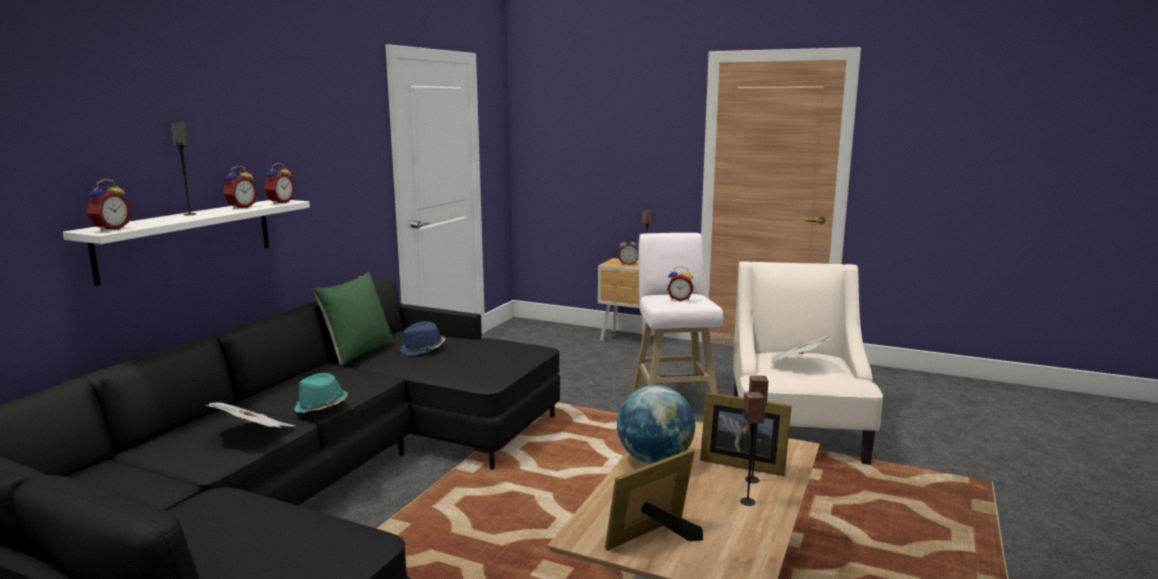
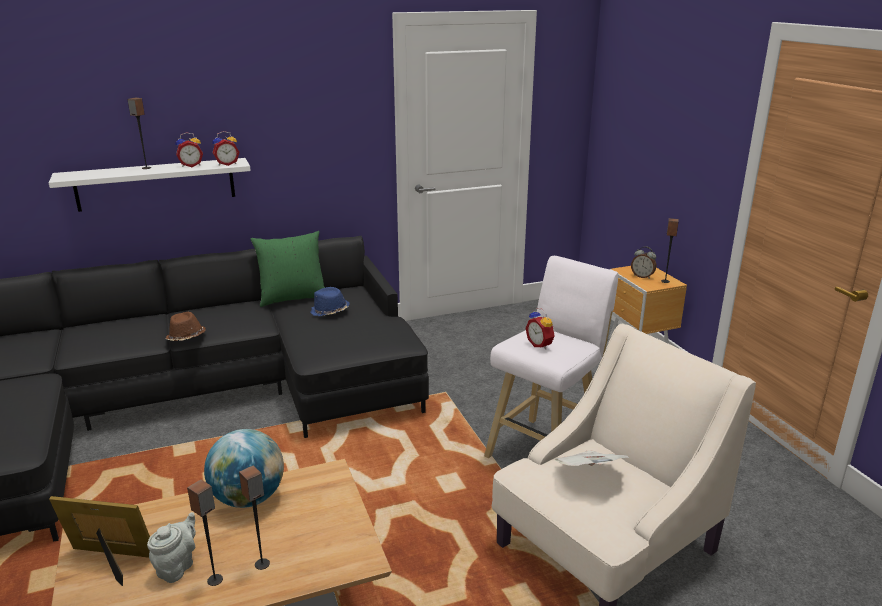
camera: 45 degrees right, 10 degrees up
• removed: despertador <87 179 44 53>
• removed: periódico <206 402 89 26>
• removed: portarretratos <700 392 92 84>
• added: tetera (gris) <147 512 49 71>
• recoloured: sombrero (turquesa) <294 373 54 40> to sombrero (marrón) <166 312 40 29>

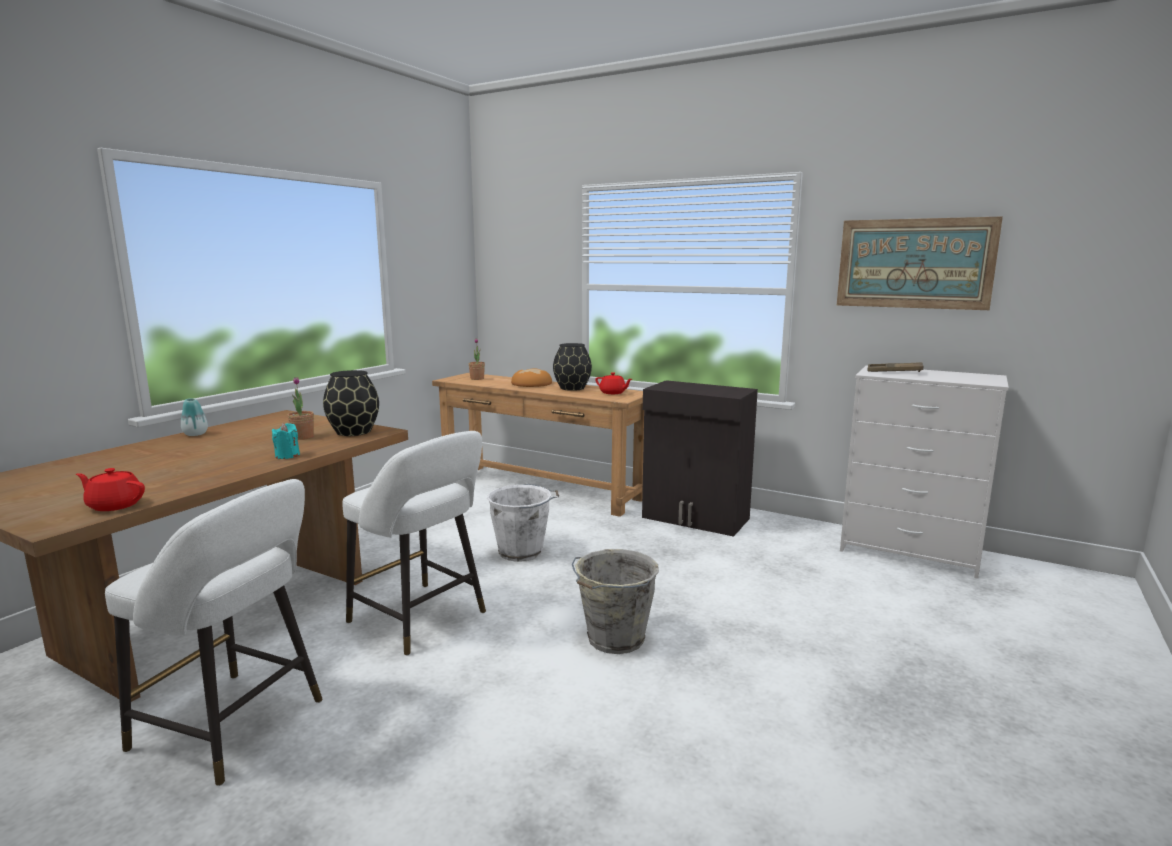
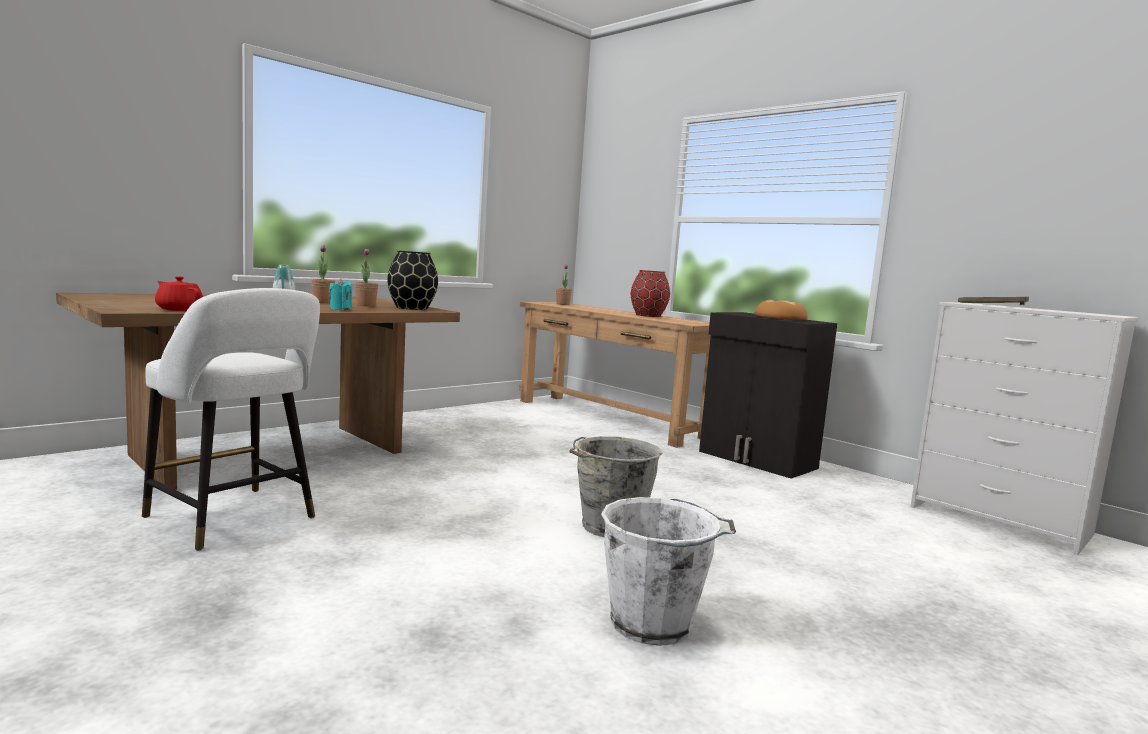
camera: 15 degrees right, 5 degrees down
• removed: taburete (blanco) <342 431 144 225>
• removed: tetera (rojo) <595 372 37 22>
• removed: cuadro <837 216 166 94>
• added: planta en maceta <311 245 24 58>
• moved: cubo (blanco) <487 484 72 78> to <601 497 135 149>
• moved: pan <511 368 41 19> to <755 300 52 20>
• recoloured: florero (negro) <553 343 39 48> to florero (rojo) <631 270 39 47>

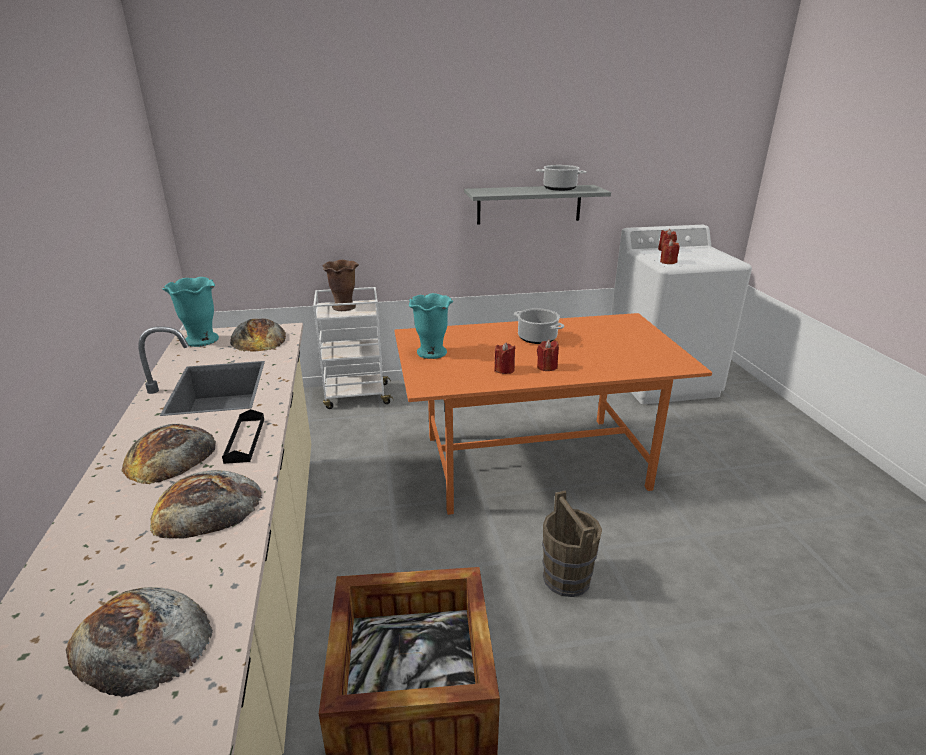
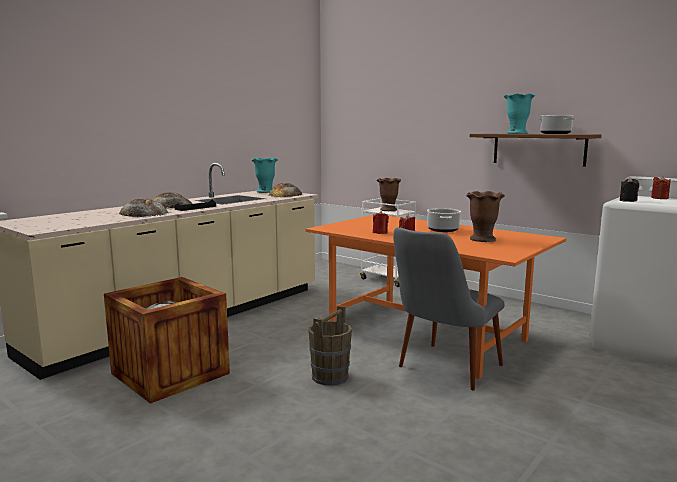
camera: 50 degrees right, 15 degrees down
• removed: pan <66 587 147 110>
• added: silla (gris) <393 227 112 163>
• added: florero (marrón) <466 191 39 51>
• moved: florero (turquesa) <409 293 44 66> to <504 93 31 41>
• recoloured: estante (gris) <464 185 147 40> to estante (marrón) <470 134 132 33>
• recoloured: vela (rojo) <660 239 20 25> to vela (negro) <620 178 19 24>

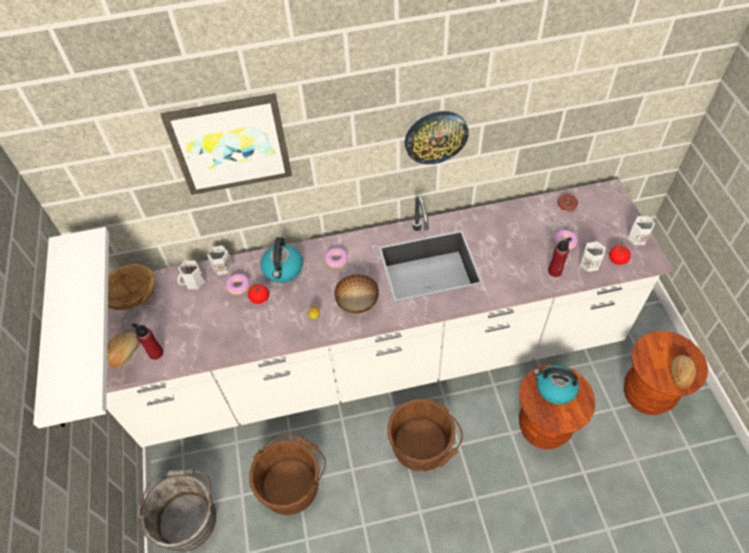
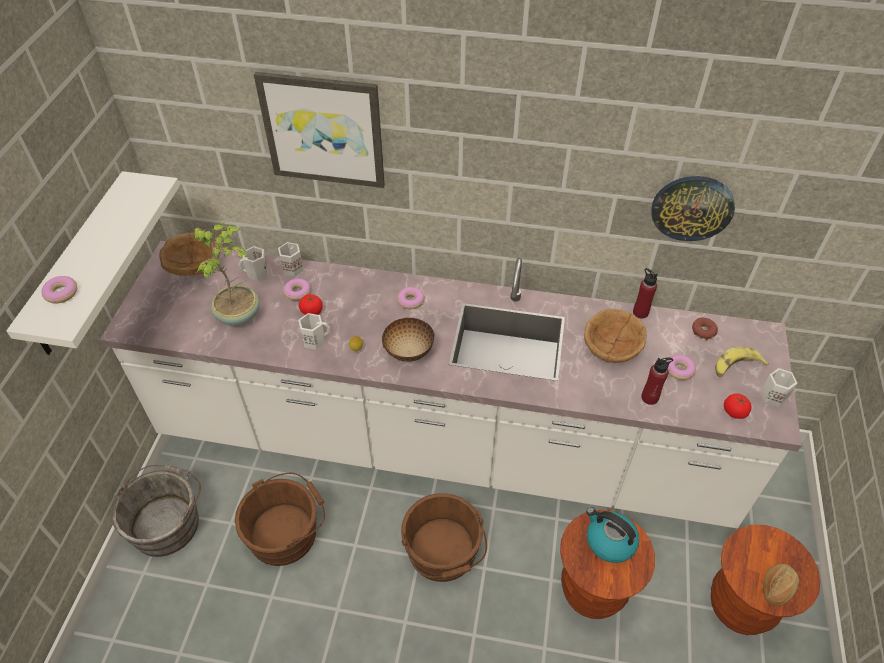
camera: 20 degrees right, 5 degrees down
• removed: pan <107 332 33 37>
• removed: hervidor <261 237 42 46>
• added: rosquilla <42 276 35 27>
• added: planta en maceta <194 222 66 104>
• added: cuenco (marrón) <584 309 63 54>
• added: plátano <715 347 54 30>
• moved: botella (rojo) <132 323 31 37> to <633 268 25 51>
• moved: reloj de pared <405 111 64 53> to <651 176 84 65>
• moved: taza grande (blanco) <580 241 26 31> to <298 313 32 37>

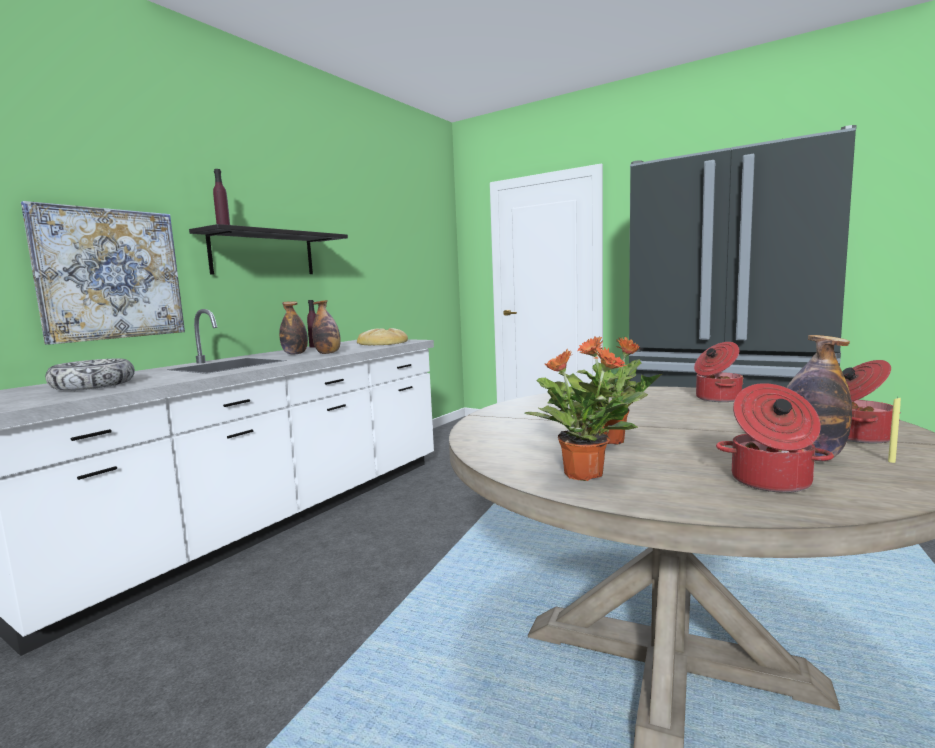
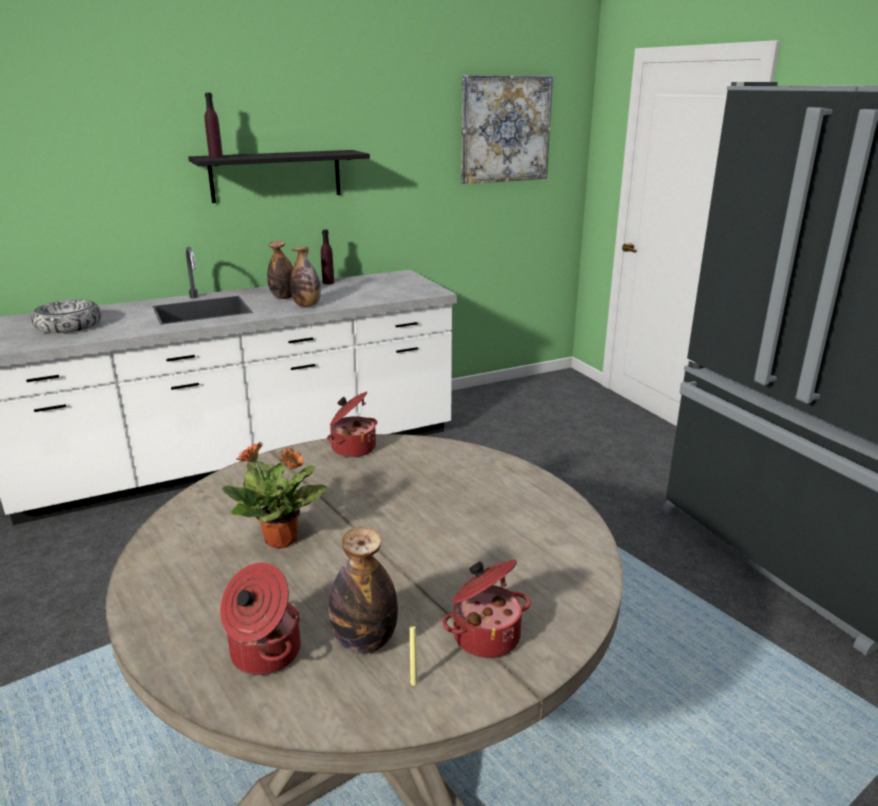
camera: 30 degrees right, 15 degrees up
• removed: pan <357 328 51 17>
• removed: planta en maceta <524 347 118 134>
• moved: cuadro <21 201 164 144> to <461 75 92 109>
• moved: olla <694 342 50 60> to <327 392 51 65>

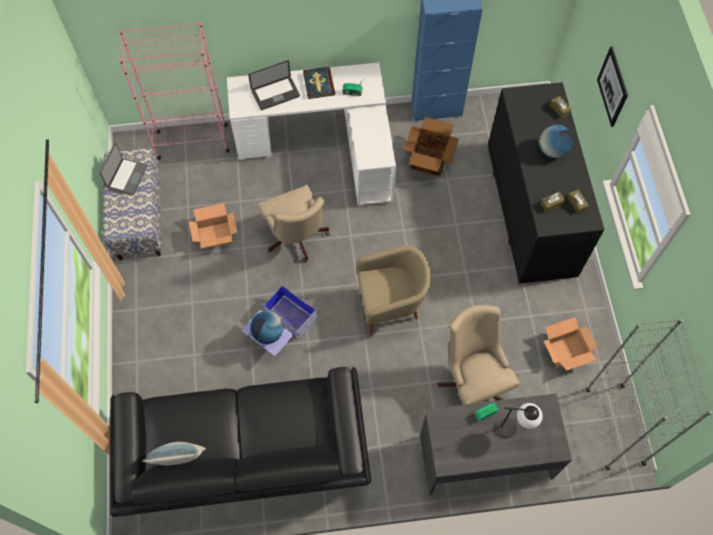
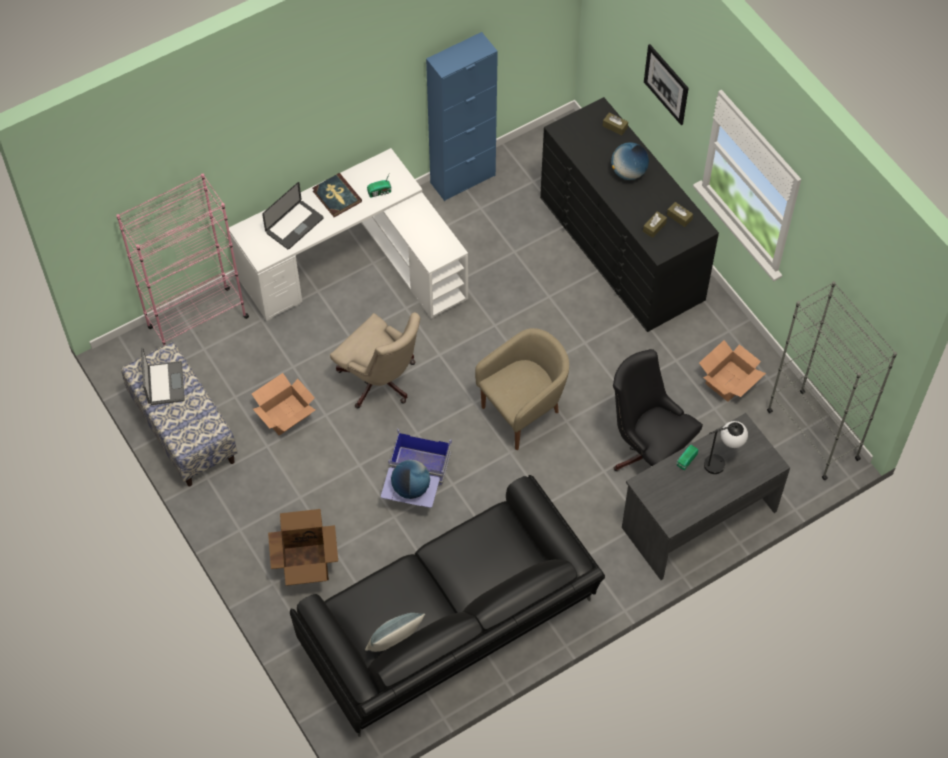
camera: 25 degrees left, 5 degrees down
• moved: caja de cartón <403 117 56 60> to <268 509 70 77>
• recoloured: silla de oficina (beis) <437 305 83 100> to silla de oficina (negro) <613 349 90 122>

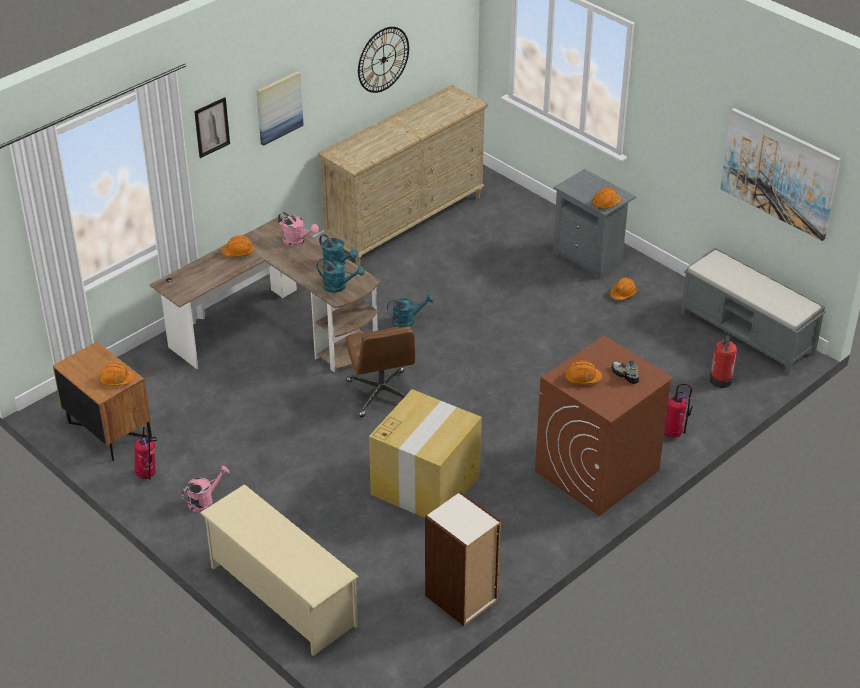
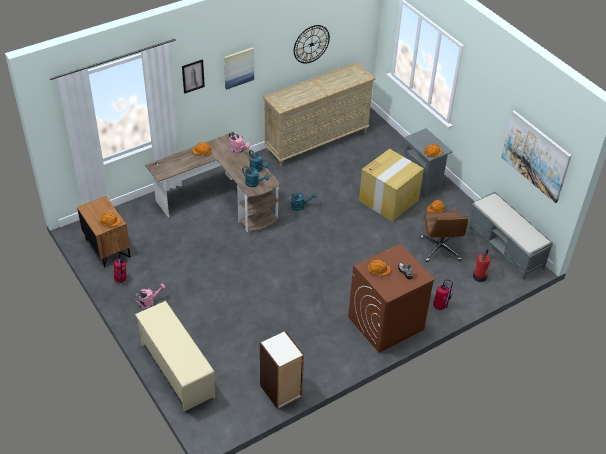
camera: 10 degrees right, 5 degrees up
• moved: silla de oficina (marrón) <345 326 70 91> to <420 211 48 51>
• moved: caja de cartón <369 389 113 129> to <359 149 65 73>

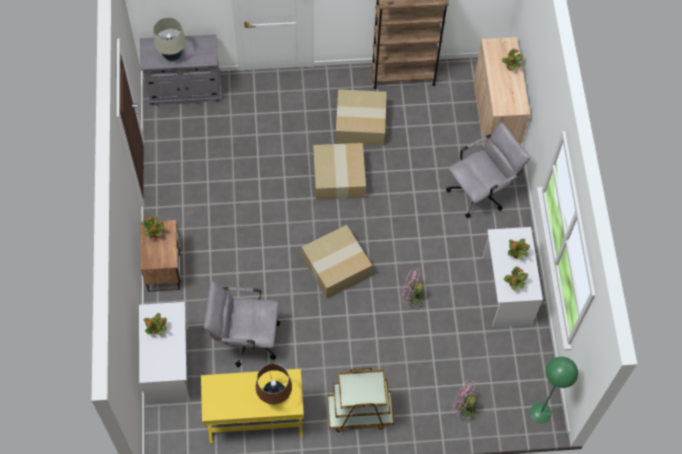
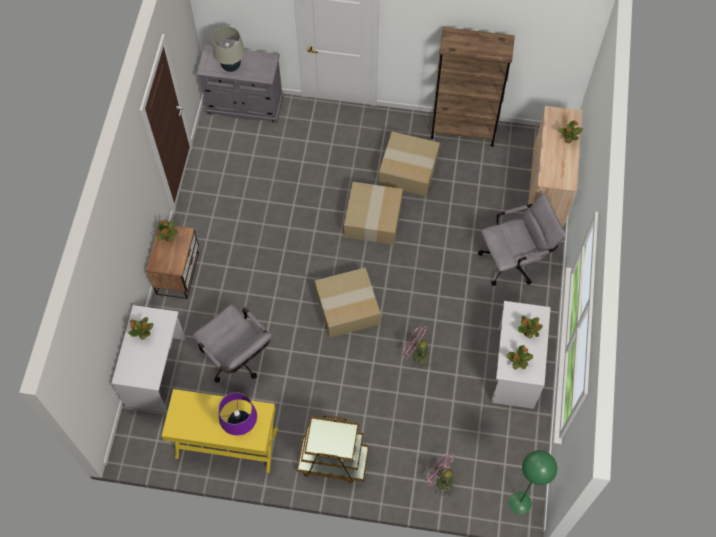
camera: 15 degrees right, 0 degrees up
• recoloured: lámpara de mesa (marrón) <256 363 36 41> to lámpara de mesa (morado) <218 392 39 43>
• turned: silla de oficina (gris) <204 281 76 86> = <193 305 79 78> 150 degrees counterclockwise

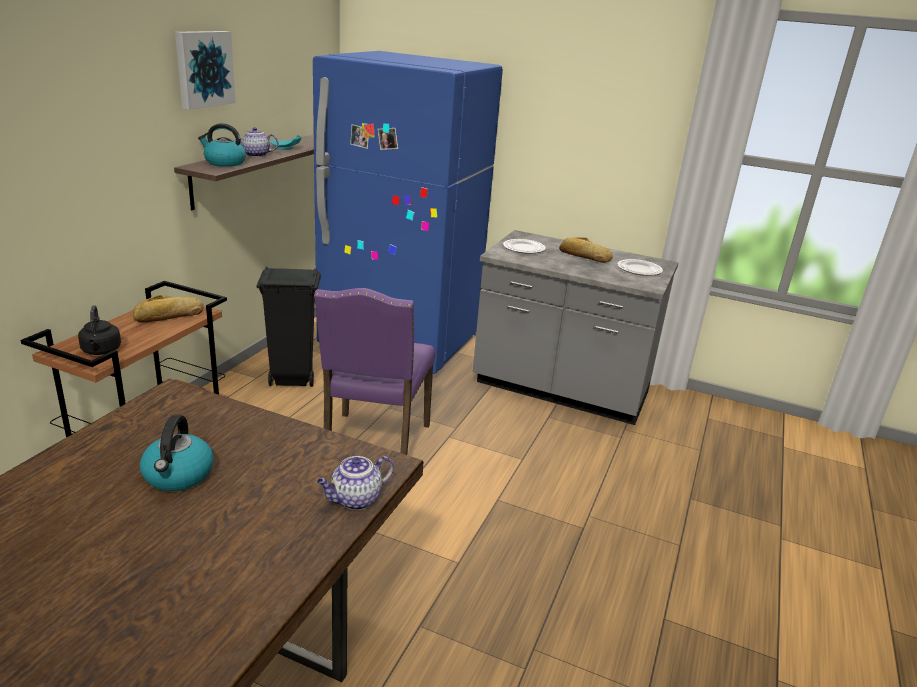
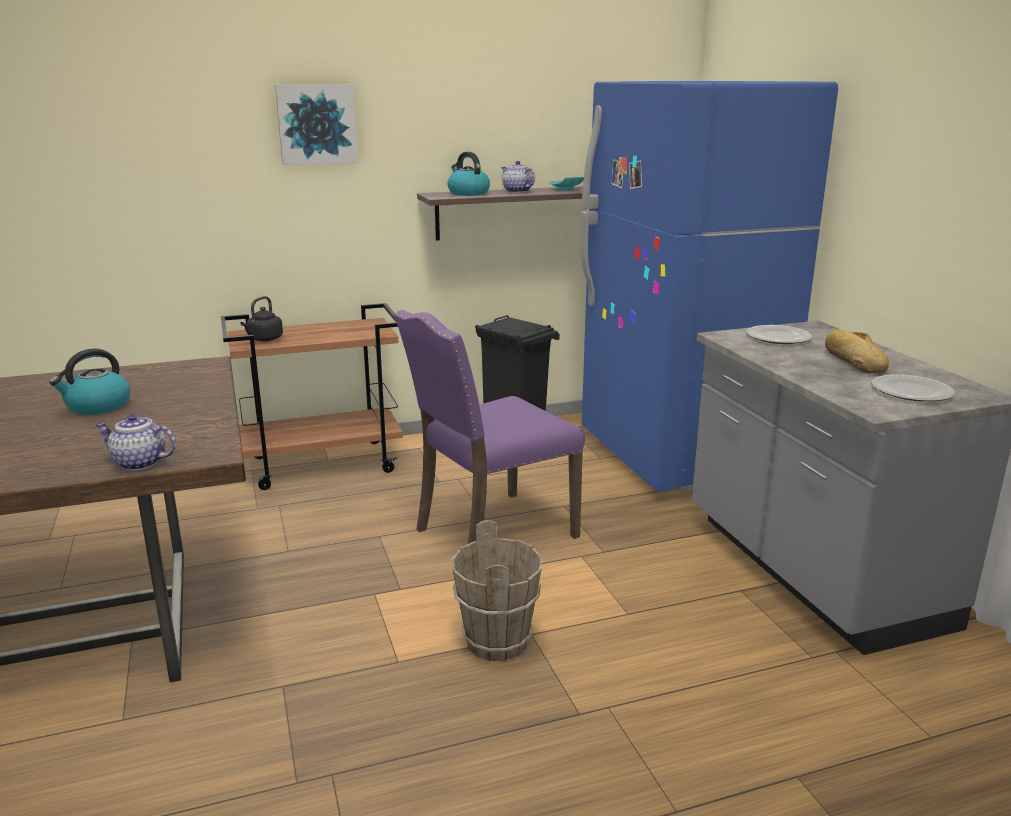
camera: 50 degrees right, 5 degrees down
• removed: pan <133 295 71 27>
• added: cubo (marrón) <451 520 92 141>
• moved: cuadro <175 31 61 79> to <275 84 83 81>

